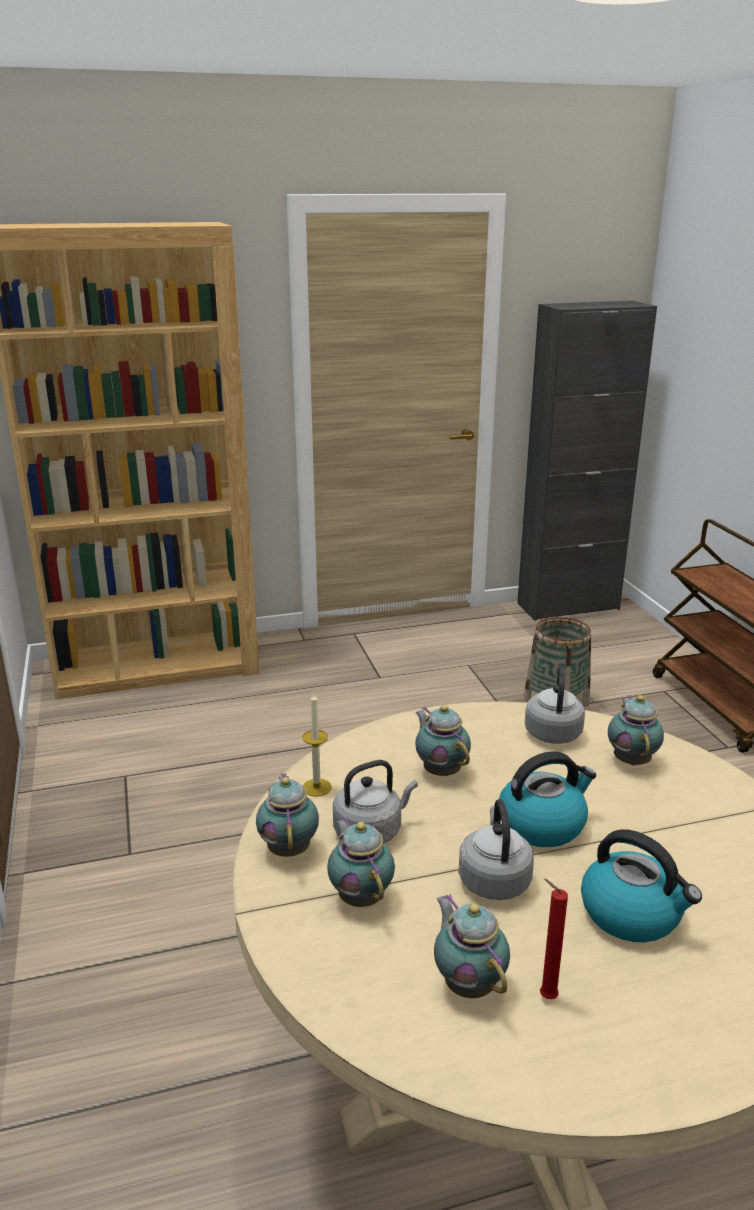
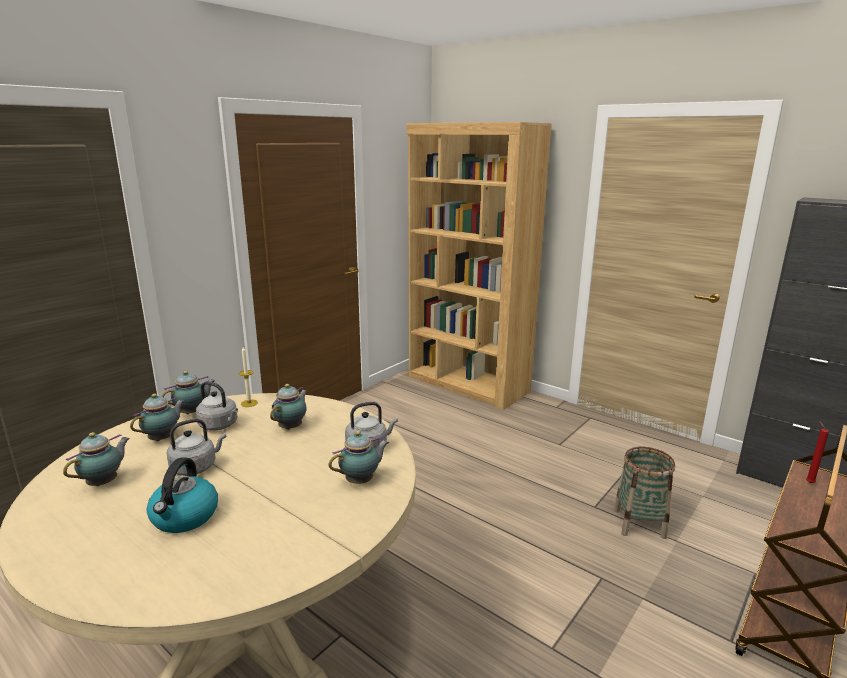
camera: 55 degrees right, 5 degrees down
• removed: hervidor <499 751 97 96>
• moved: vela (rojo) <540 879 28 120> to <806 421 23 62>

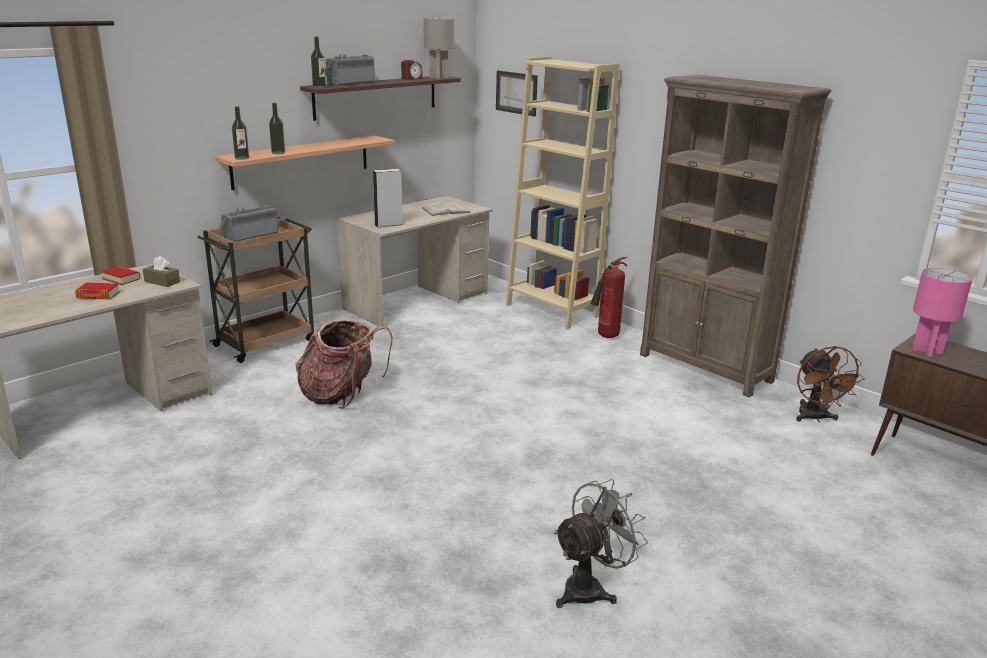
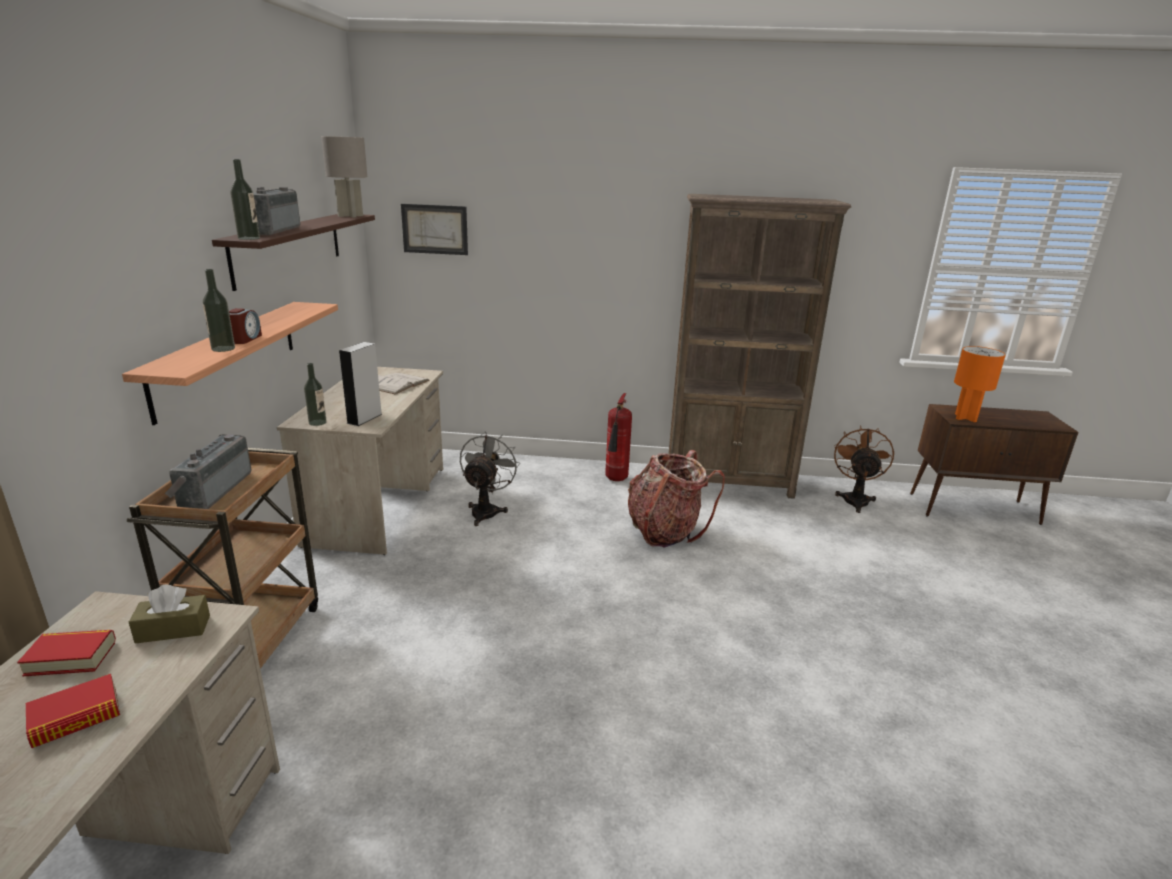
camera: 40 degrees left, 0 degrees up
• removed: estantería (beis) <506 57 114 272>
• moved: botella <232 106 17 54> to <304 363 23 63>
• moved: mochila <295 318 98 91> to <628 450 97 98>
• moved: despertador <401 60 21 20> to <229 308 33 36>
• moved: ventilador (gris) <554 479 94 129> to <460 432 60 94>
• recoloured: lámpara de mesa (rosa) <912 268 61 89> to lámpara de mesa (naranja) <954 346 51 76>
• turned: ventilador (marrón) <796 346 69 76> = <834 425 60 88> 120 degrees counterclockwise

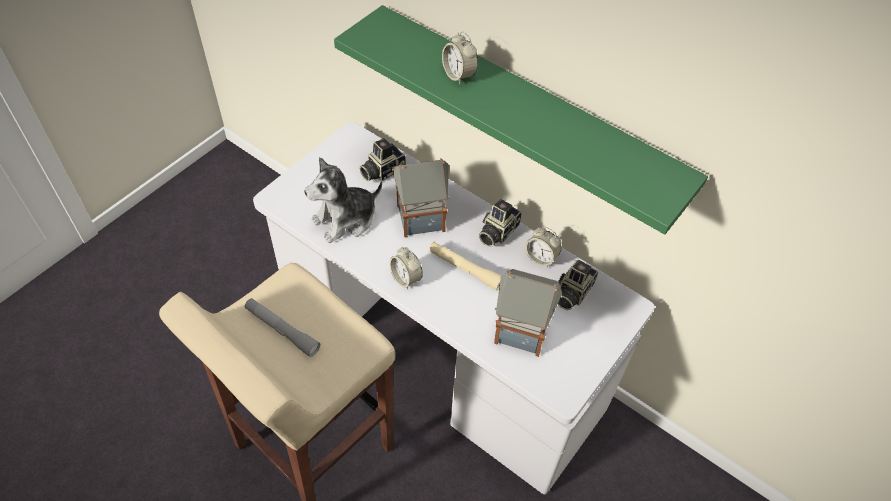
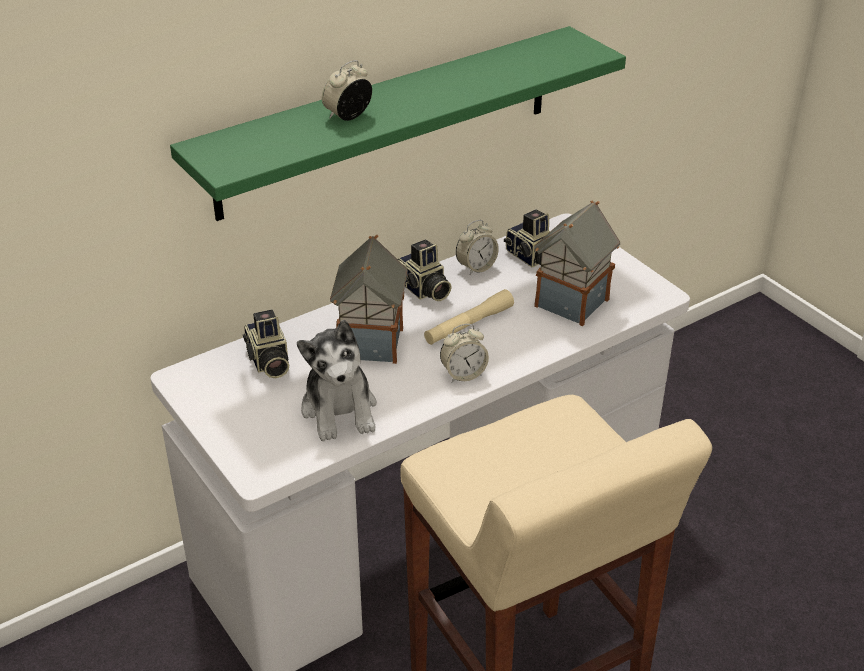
camera: 70 degrees left, 15 degrees down
• removed: linterna (gris) <244 298 76 59>
• turned: despertador <442 31 36 54> = <322 60 50 61> 150 degrees clockwise

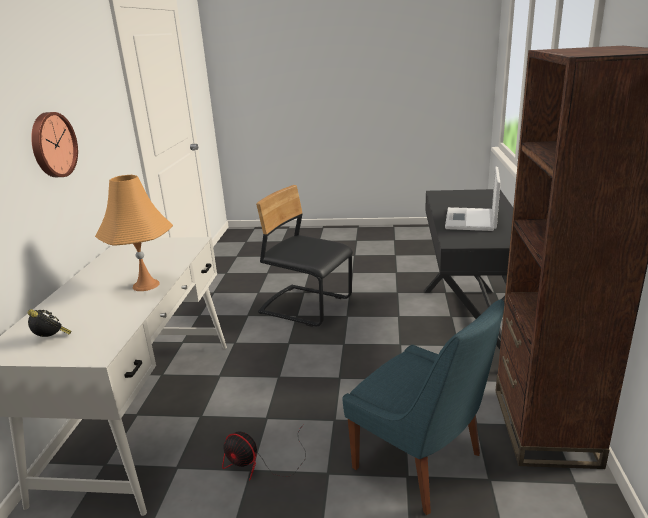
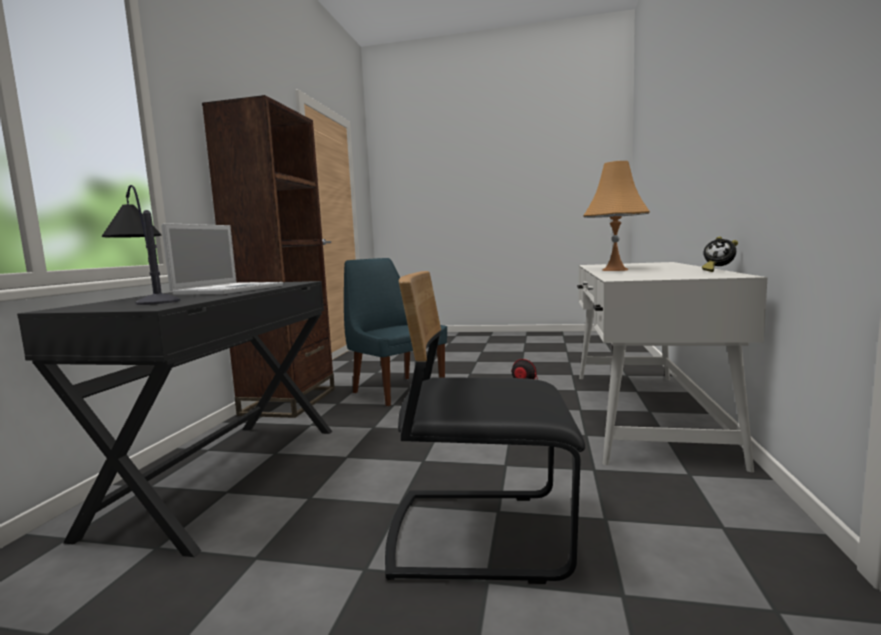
camera: 175 degrees left, 15 degrees down
• removed: reloj de pared <31 112 47 65>
• added: lámpara de mesa <102 185 78 120>
• moved: despertador <27 309 45 28> to <702 237 36 35>
• turned: silla (negro) <256 185 97 142> = <385 271 200 313> 150 degrees clockwise

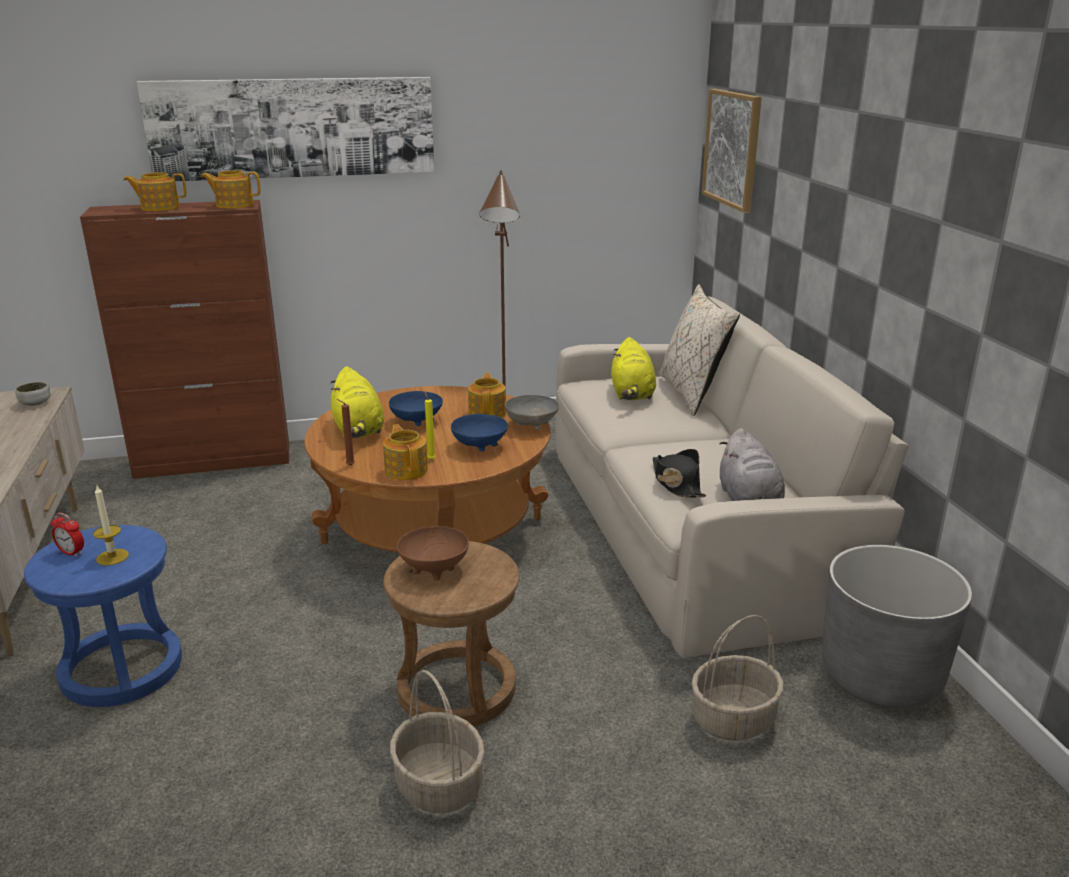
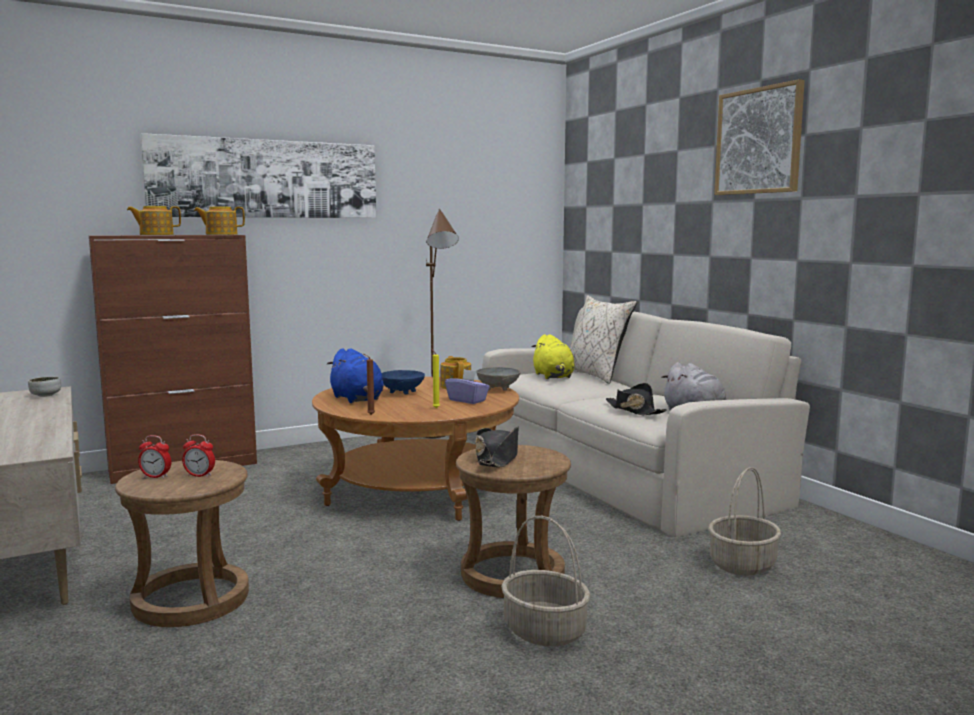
camera: 15 degrees left, 15 degrees down
• removed: tetera <383 424 45 56>
• removed: maceta (gris) <822 545 150 164>
• moved: cuadro <702 89 60 124> to <714 79 91 116>
• replaced: vela <93 486 36 80> to despertador <182 434 33 43>
• replaced: cuenco (marrón) <397 526 72 55> to sombrero (negro) <476 426 43 42>
• replaced: cuenco (azul) <451 414 57 38> to caja de pañuelos (morado) <445 369 45 35>
• recoloured: taburete (azul) <24 525 158 182> to taburete (marrón) <115 460 134 167>
• recoloured: peluche (amarillo) <330 366 54 72> to peluche (azul) <327 348 57 55>

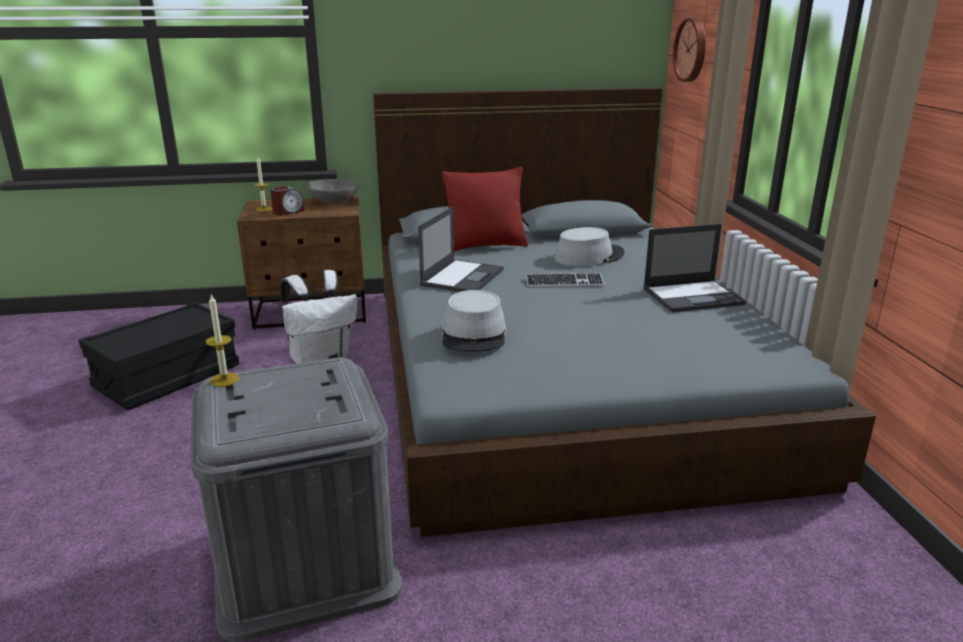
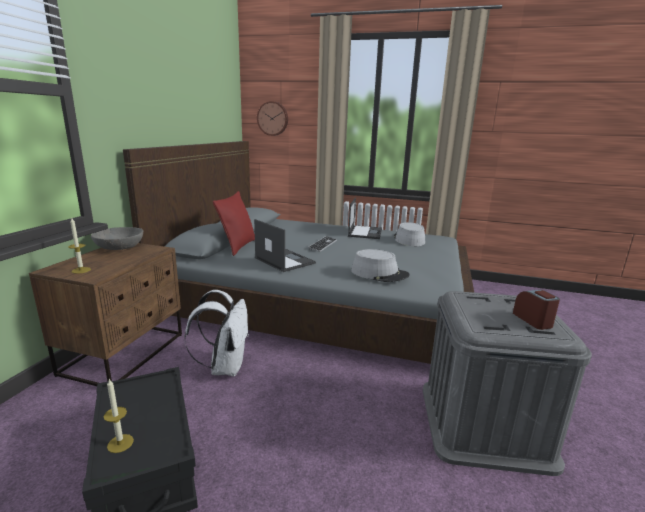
camera: 65 degrees left, 5 degrees down
• moved: vela <206 293 34 94> to <104 379 30 74>
• moved: despertador <270 186 35 30> to <513 290 47 40>
• moved: sombrero (gris) <554 227 70 39> to <394 222 31 24>

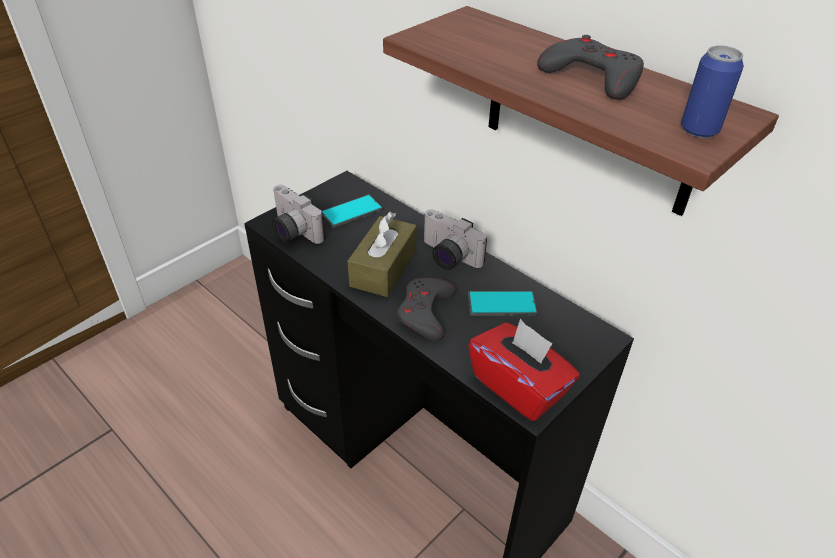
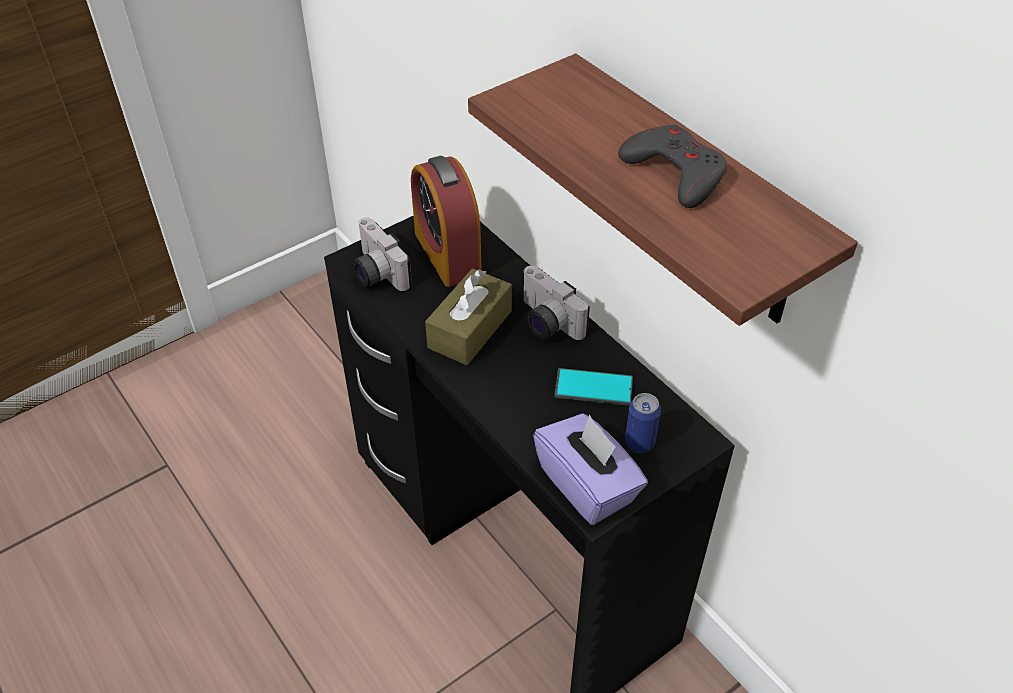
camera: 10 degrees right, 5 degrees up
• removed: mando de consola (gris) <398 278 58 63>
• moved: lata <681 46 63 92> to <625 393 36 60>
• replaced: móvil <322 195 60 33> to despertador <411 155 70 132>
• recoloured: caja de pañuelos (rojo) <468 319 112 102> to caja de pañuelos (morado) <533 413 115 112>

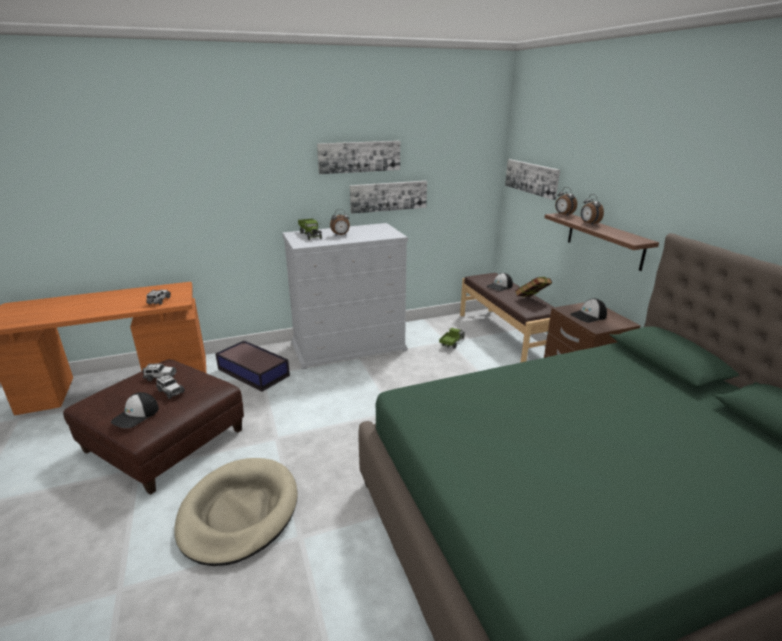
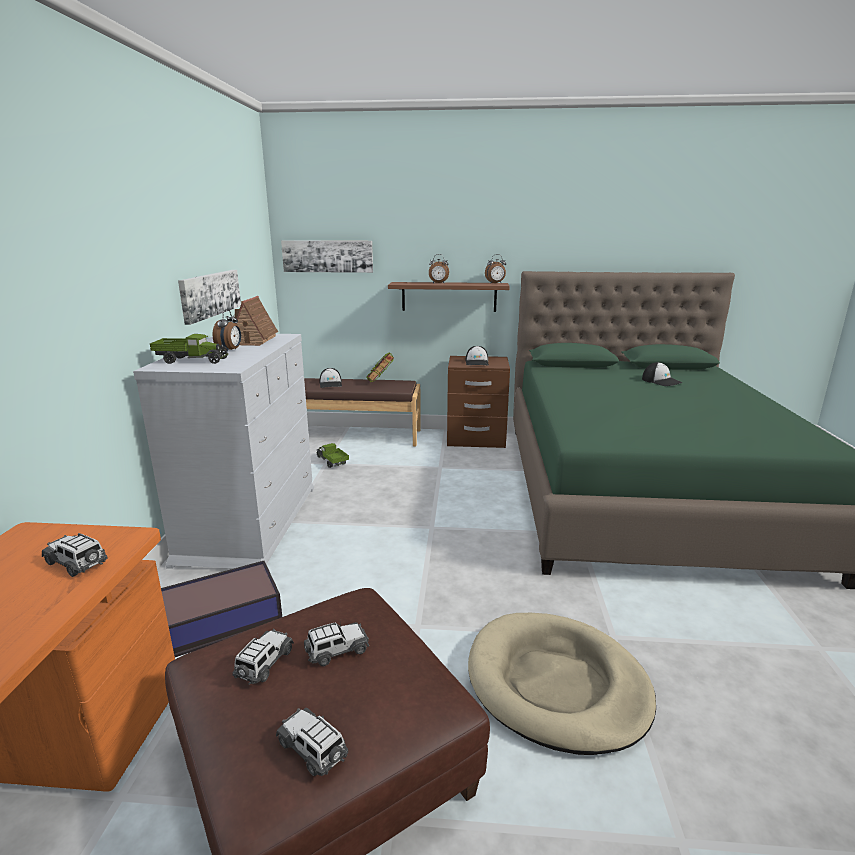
camera: 65 degrees left, 5 degrees down
• removed: cuadro <317 141 83 33>
• added: casita <234 296 44 50>
• added: coche de juguete <276 708 72 68>
• moved: gorra <111 392 48 36> to <642 362 41 24>
• moved: despertador <555 187 22 29> to <485 254 21 30>

